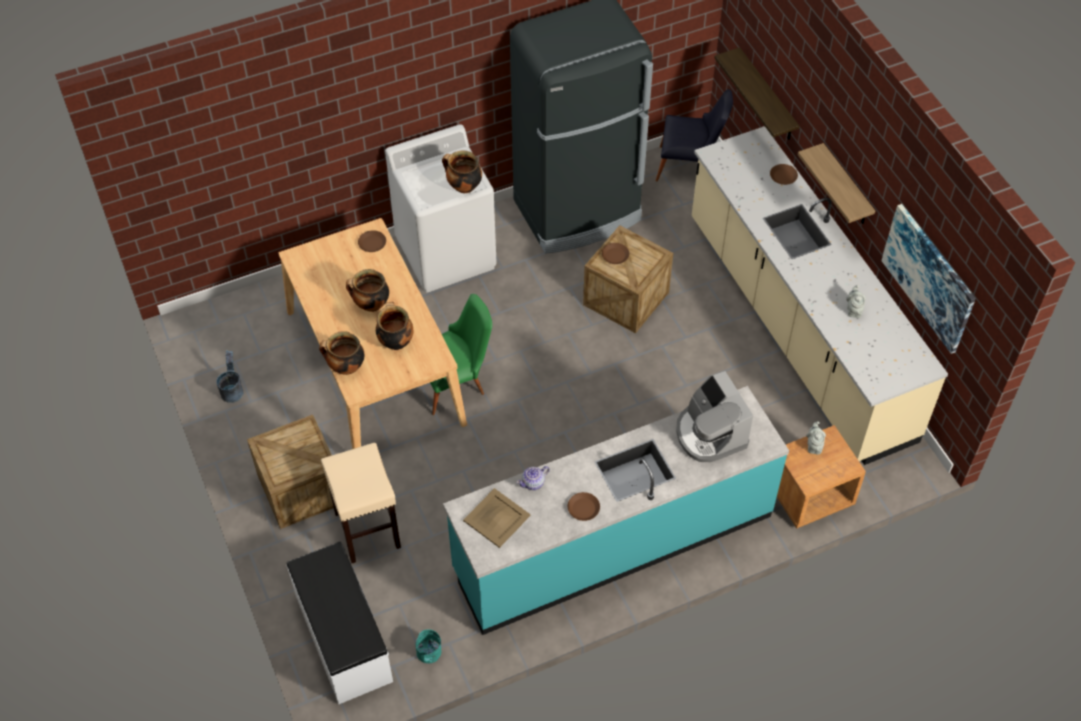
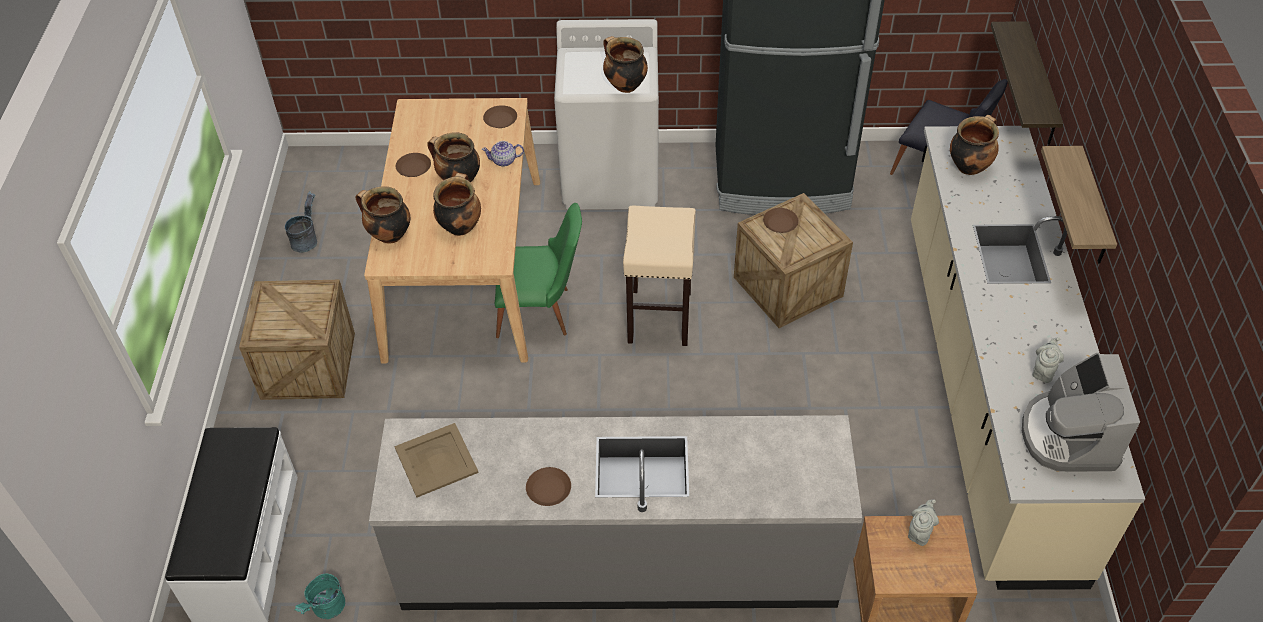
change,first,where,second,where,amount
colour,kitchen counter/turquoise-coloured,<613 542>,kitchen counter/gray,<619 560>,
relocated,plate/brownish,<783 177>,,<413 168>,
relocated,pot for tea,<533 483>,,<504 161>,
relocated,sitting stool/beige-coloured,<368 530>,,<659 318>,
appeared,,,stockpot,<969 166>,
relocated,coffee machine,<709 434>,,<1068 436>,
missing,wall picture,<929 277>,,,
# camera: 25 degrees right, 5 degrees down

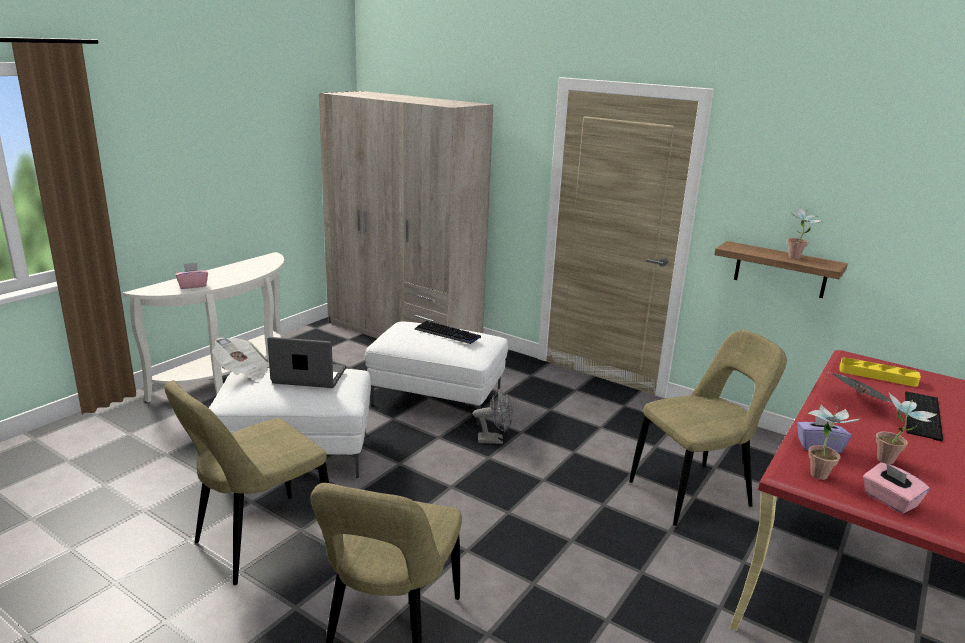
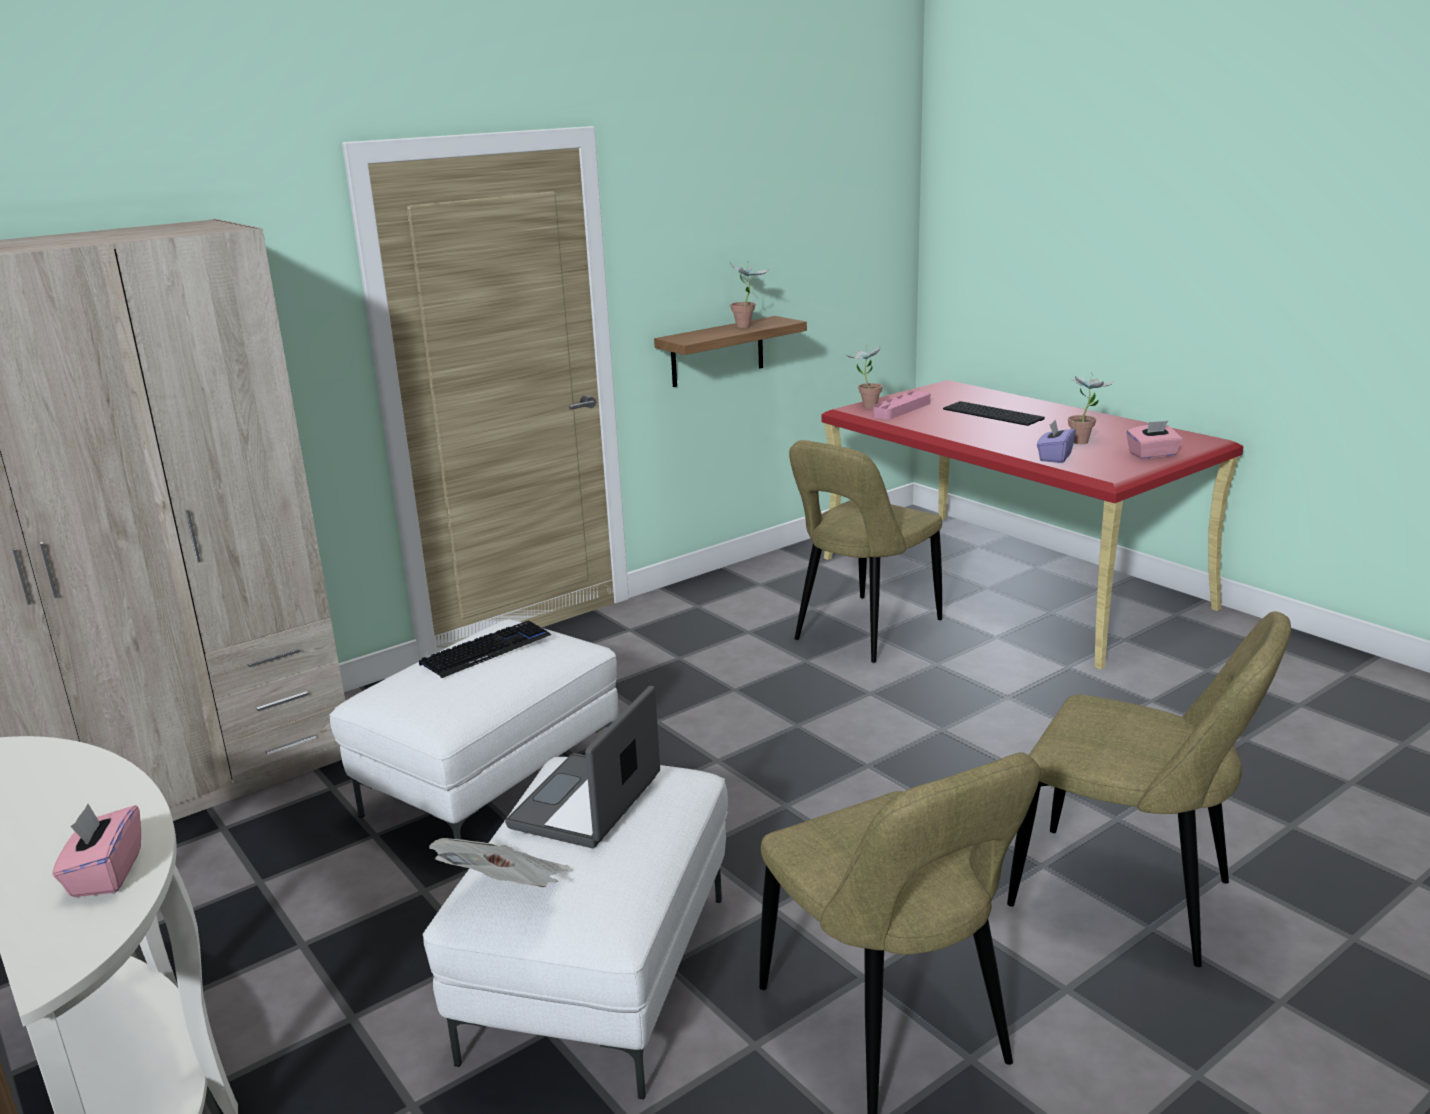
change,first,where,second,where,amount
spun,upright chair/beige-coloured,<695 493>,,<863 632>,135 degrees counterclockwise
relocated,potted plant,<820 472>,,<866 406>,
colour,tray/yellow-coloured,<877 375>,tray/pinkish,<901 409>,
missing,electric fan/gray,<494 440>,,,
missing,newspaper,<859 404>,,,
# camera: 70 degrees left, 0 degrees up

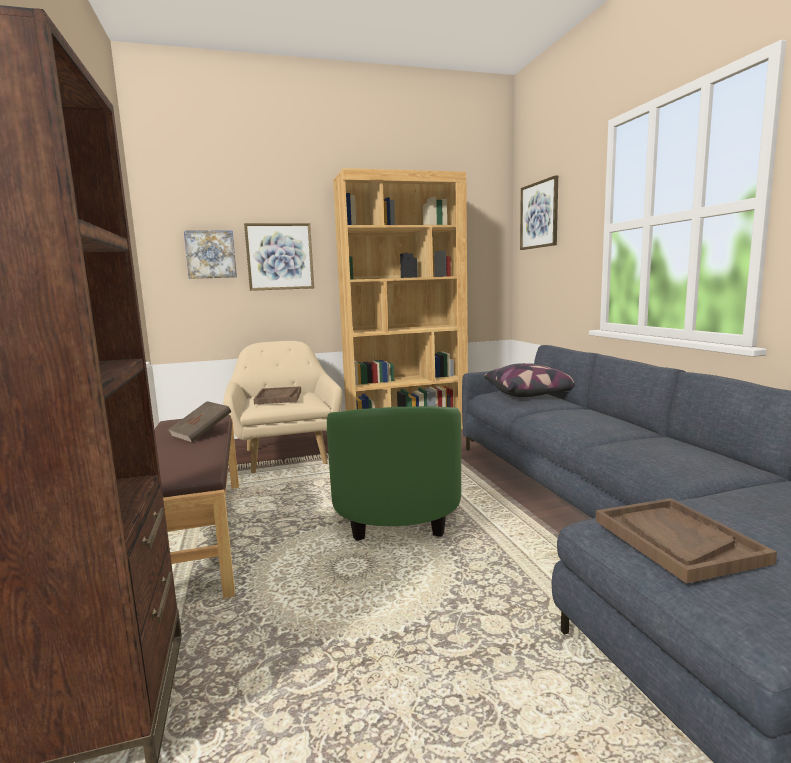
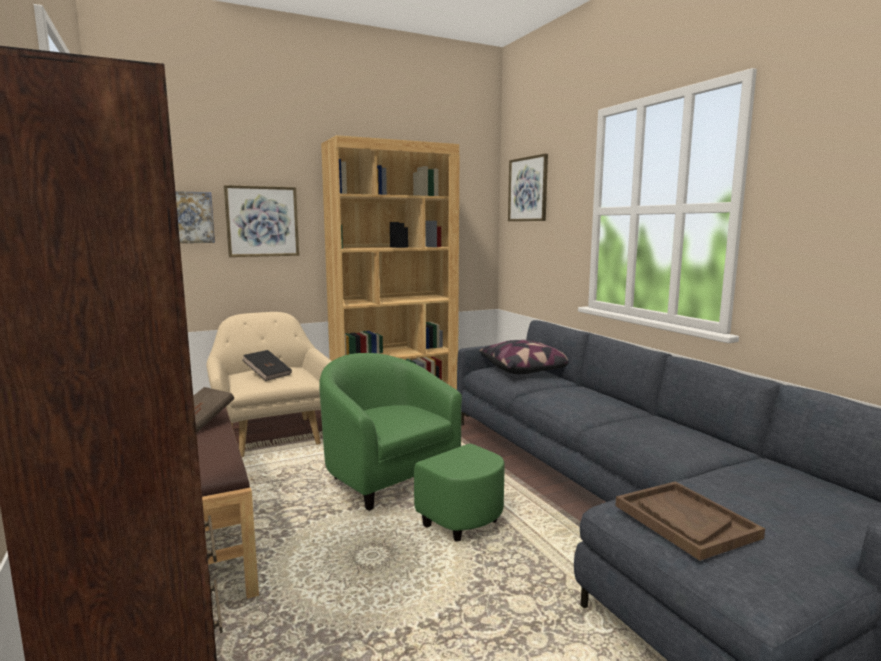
change,first,where,second,where,amount
exchanged,tray/brownish,<279 397>,bound book/black-coloured,<267 375>,
spun,lounge chair/green-coloured,<395 506>,,<402 489>,150 degrees clockwise
# camera: 10 degrees left, 0 degrees up

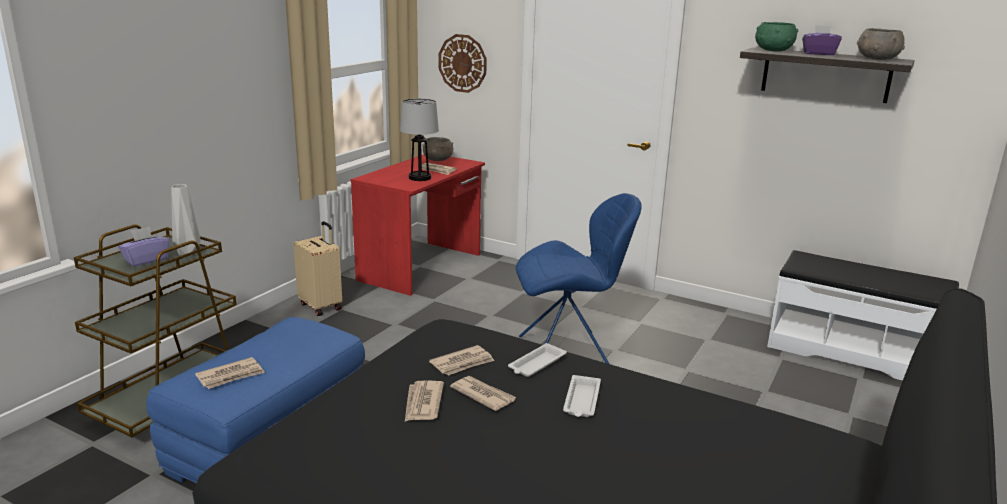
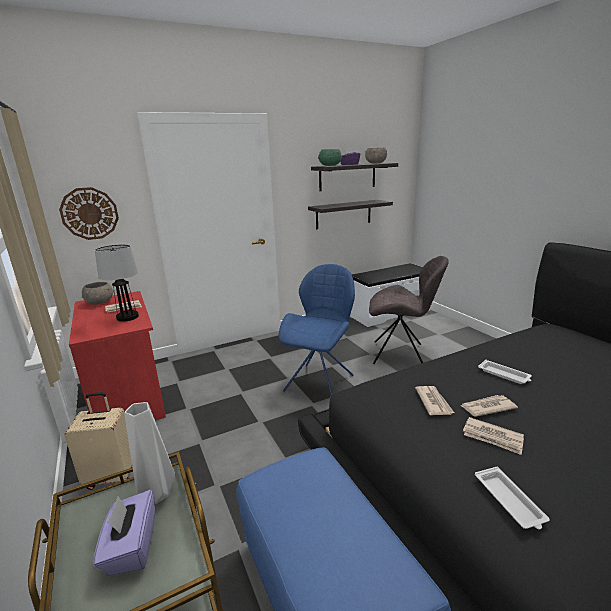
change,first,where,second,where,amount
appeared,,,bracket shelf,<343 214>,
appeared,,,upright chair/gray,<400 354>,
relocated,tray/white-coloured,<536 364>,,<509 501>,
missing,newspaper,<231 376>,,,
# camera: 55 degrees left, 0 degrees up

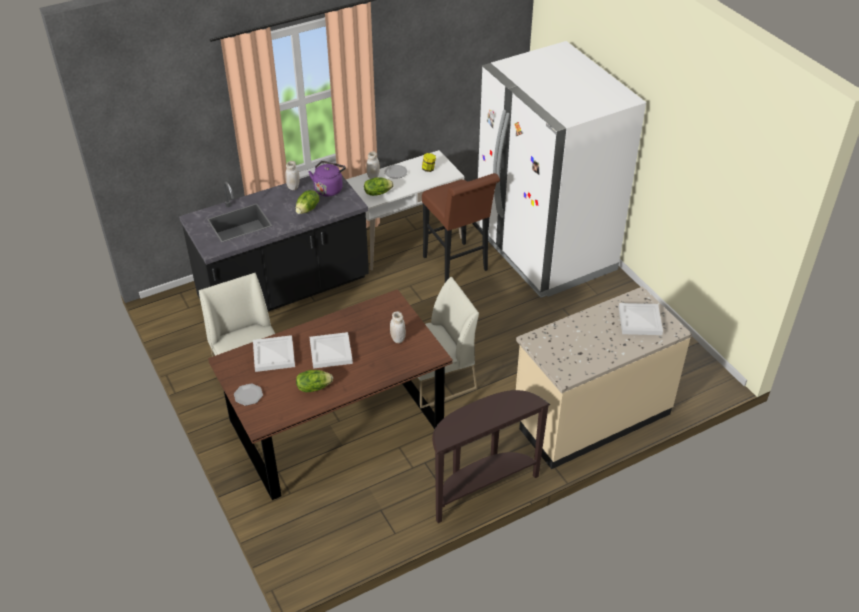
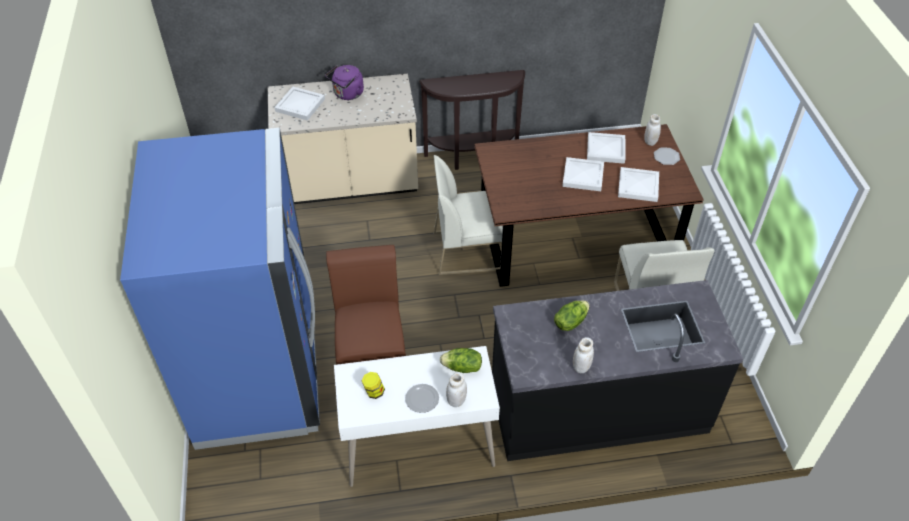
change,first,where,second,where,amount
colour,refrigerator/white-coloured,<544 250>,refrigerator/blue-coloured,<259 373>,
relocated,water kettle/purple-coloured,<329 188>,,<347 94>,
exchanged,head of lettuce,<313 387>,tray/white-coloured,<606 150>,
relocated,jar/white-coloured,<398 339>,,<650 142>,
# camera: 160 degrees left, 5 degrees up

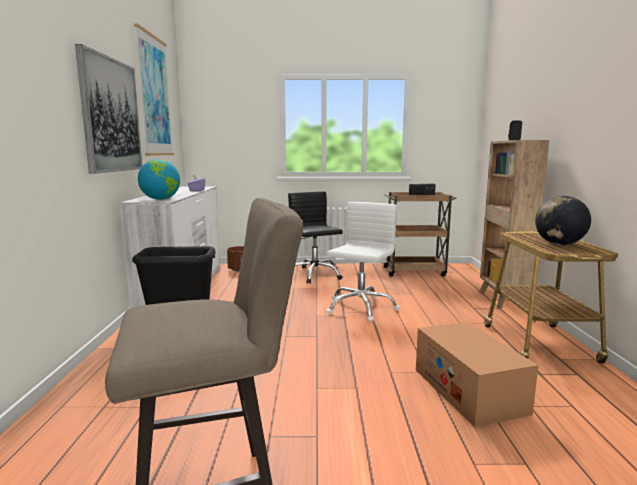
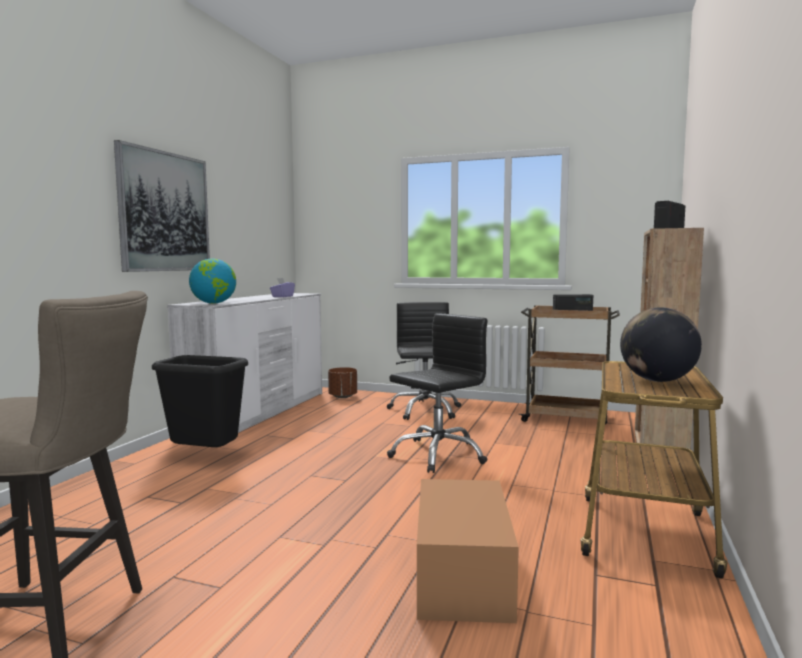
change,first,where,second,where,amount
colour,office chair/white-coloured,<360 307>,office chair/black-coloured,<438 454>,
missing,wall picture,<154 96>,,,
# camera: 20 degrees right, 5 degrees down

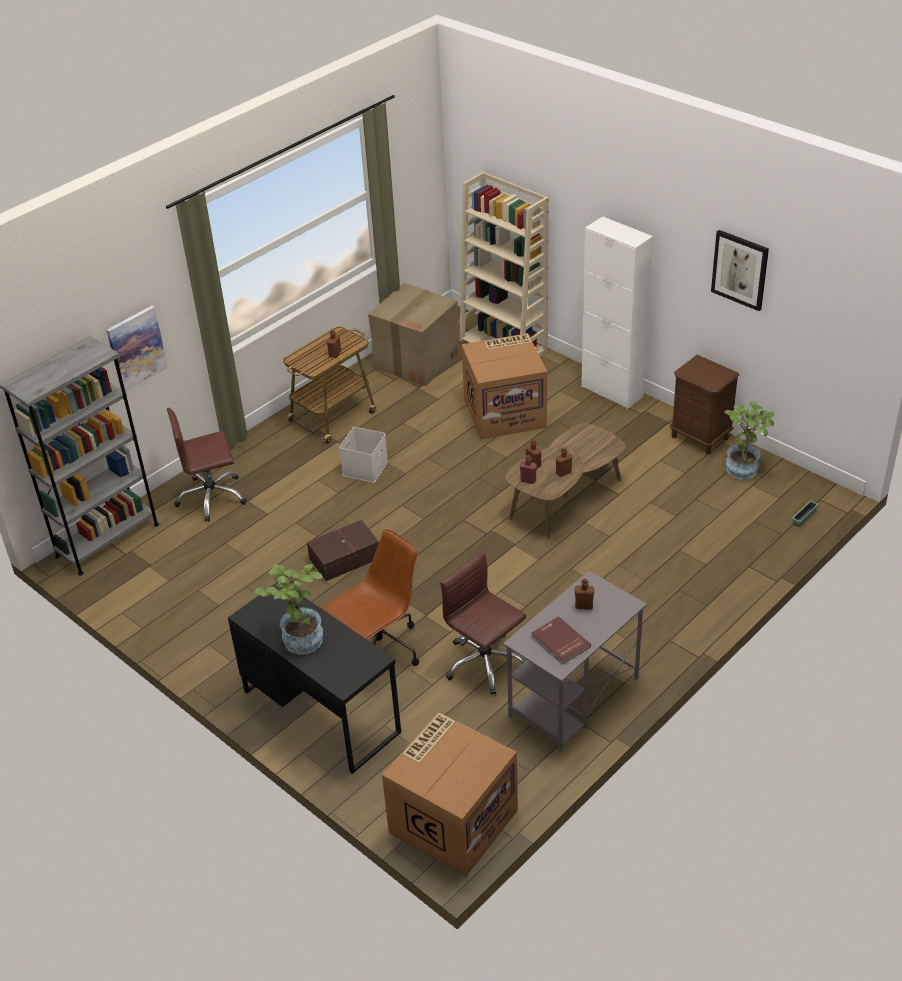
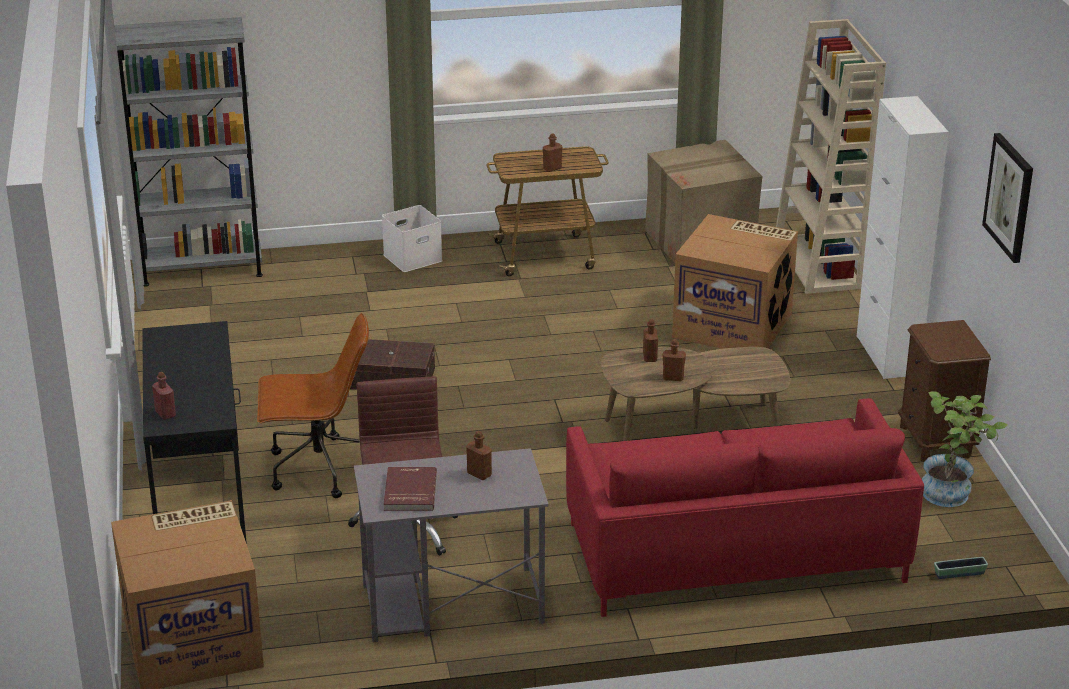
change,first,where,second,where,amount
relocated,bottle/red,<528 480>,,<165 413>,
relocated,storage bin/white-coloured,<364 467>,,<413 257>,
appeared,,,settee/red,<735 552>,
missing,wall picture,<136 348>,,,
missing,office chair/brownish,<211 497>,,,
missing,potted plant,<299 637>,,,
# camera: 35 degrees right, 10 degrees down

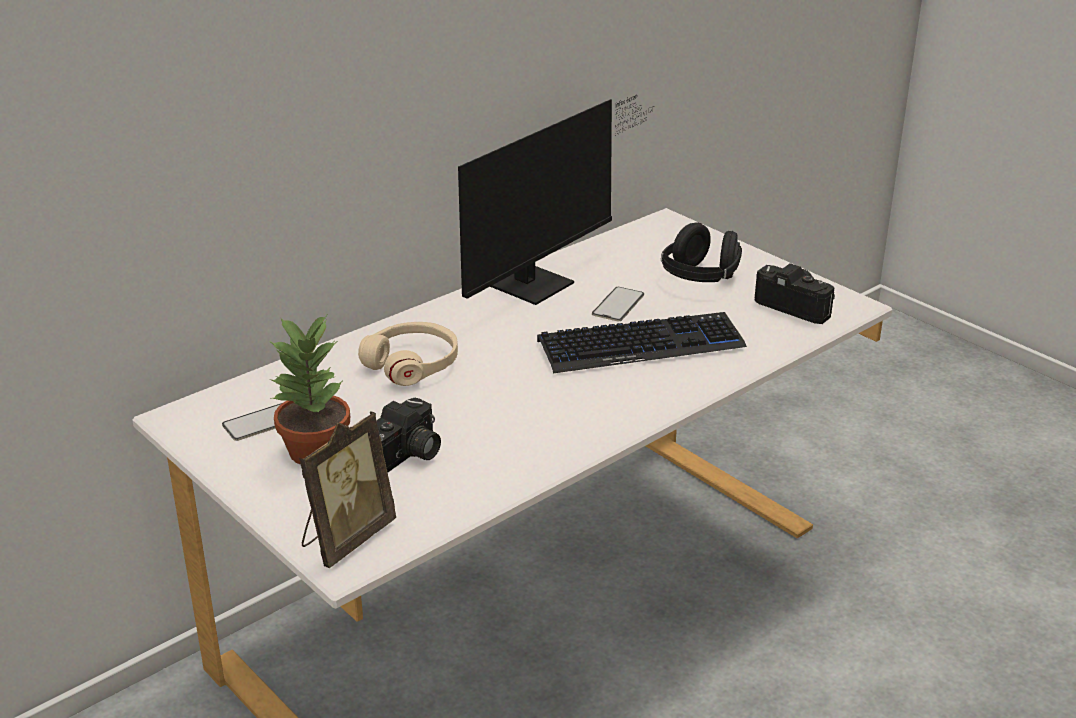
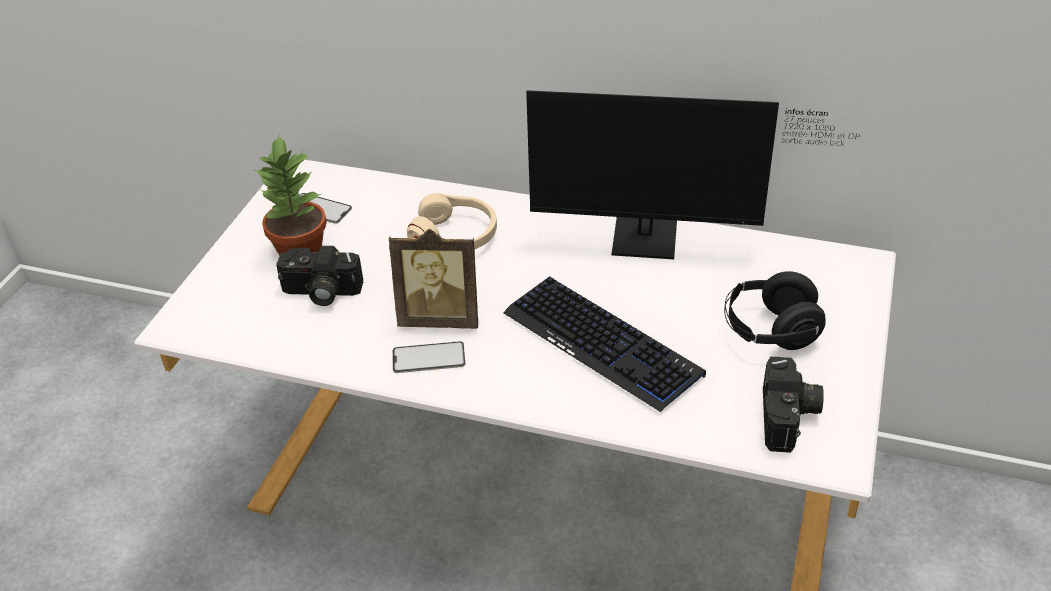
change,first,where,second,where,amount
relocated,photo frame,<346 538>,,<440 318>,
relocated,telephone,<618 304>,,<428 358>,
# camera: 60 degrees right, 10 degrees up

